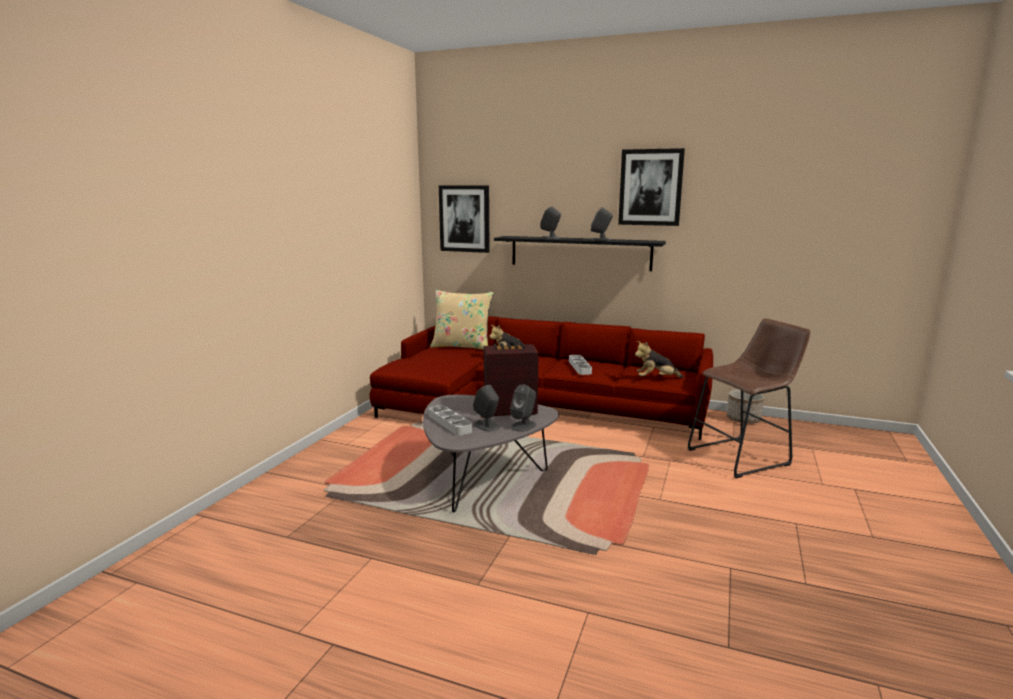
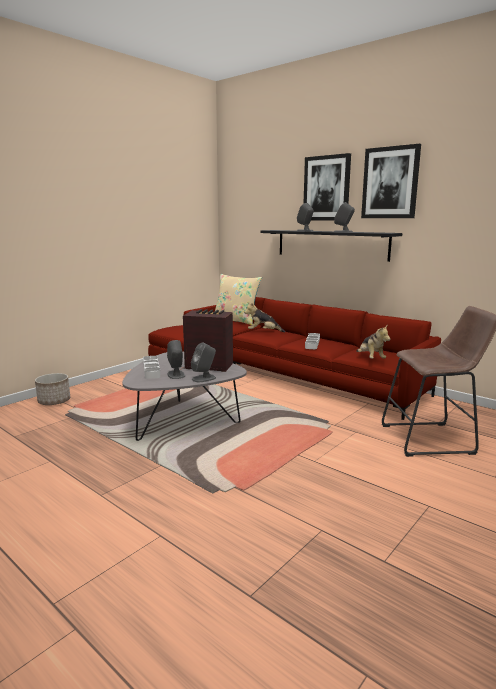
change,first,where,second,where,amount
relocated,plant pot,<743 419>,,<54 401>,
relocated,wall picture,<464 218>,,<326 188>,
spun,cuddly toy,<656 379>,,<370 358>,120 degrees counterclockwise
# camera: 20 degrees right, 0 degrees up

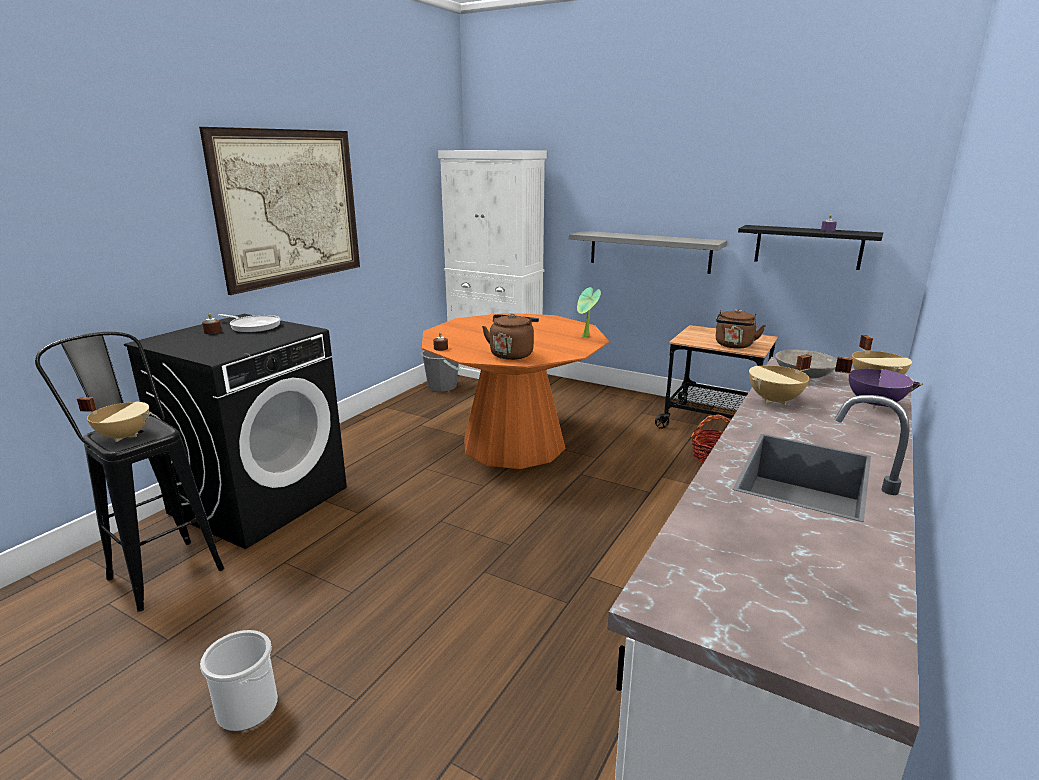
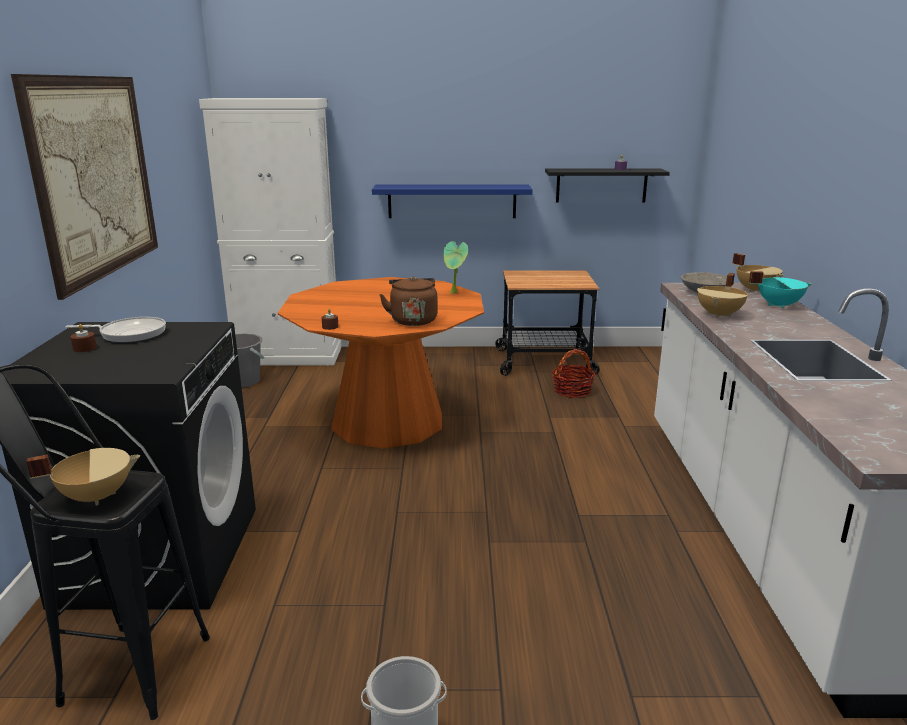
change,first,where,second,where,amount
colour,bracket shelf/gray,<649 251>,bracket shelf/blue-coloured,<452 201>,
colour,stockpot/purple-coloured,<874 403>,stockpot/turquoise-coloured,<778 305>,
missing,water kettle/brownish,<734 346>,,,
# camera: 30 degrees left, 0 degrees up

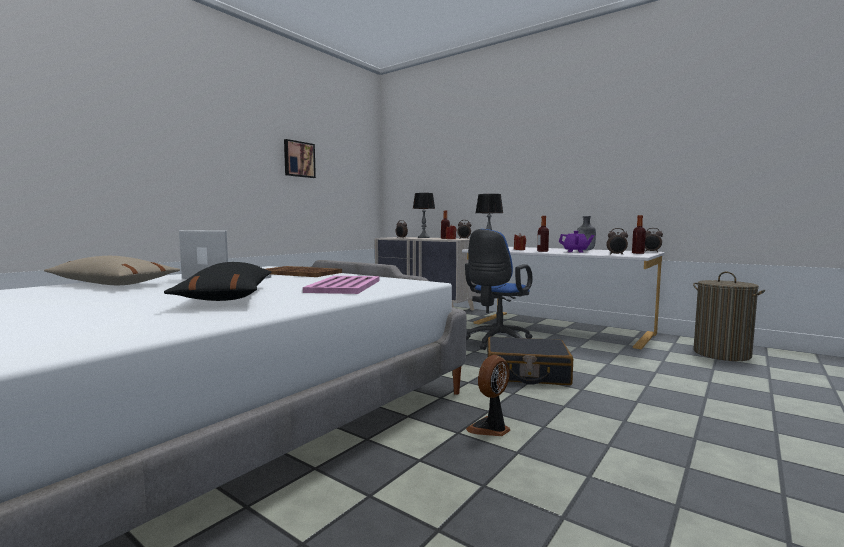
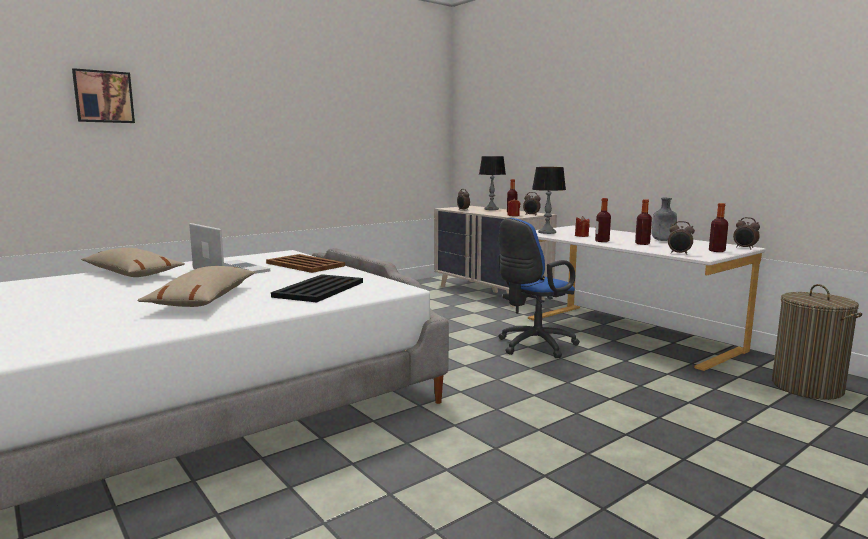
change,first,where,second,where,amount
relocated,wall picture,<298 159>,,<103 97>,
colour,cushion/black-coloured,<228 297>,cushion/beige-coloured,<204 299>,
colour,tray/pinkish,<344 286>,tray/black-coloured,<318 289>,
exchanged,pot for tea/purple-coloured,<575 251>,bottle,<642 244>,
missing,electric fan,<490 429>,,,
missing,piece of luggage/black-coloured,<526 373>,,,
# camera: 15 degrees right, 5 degrees up

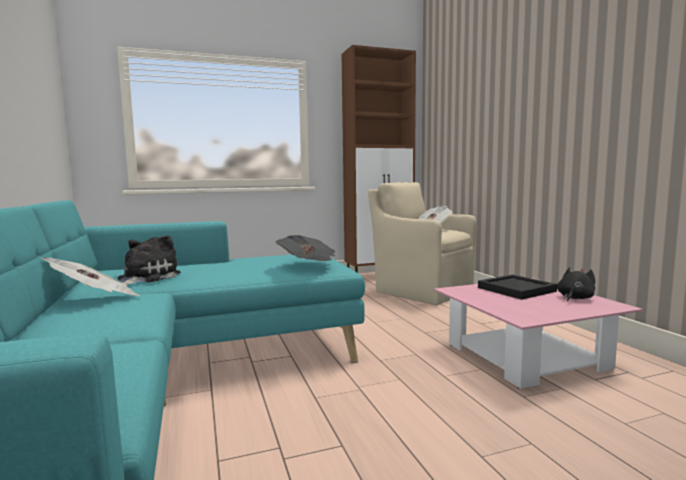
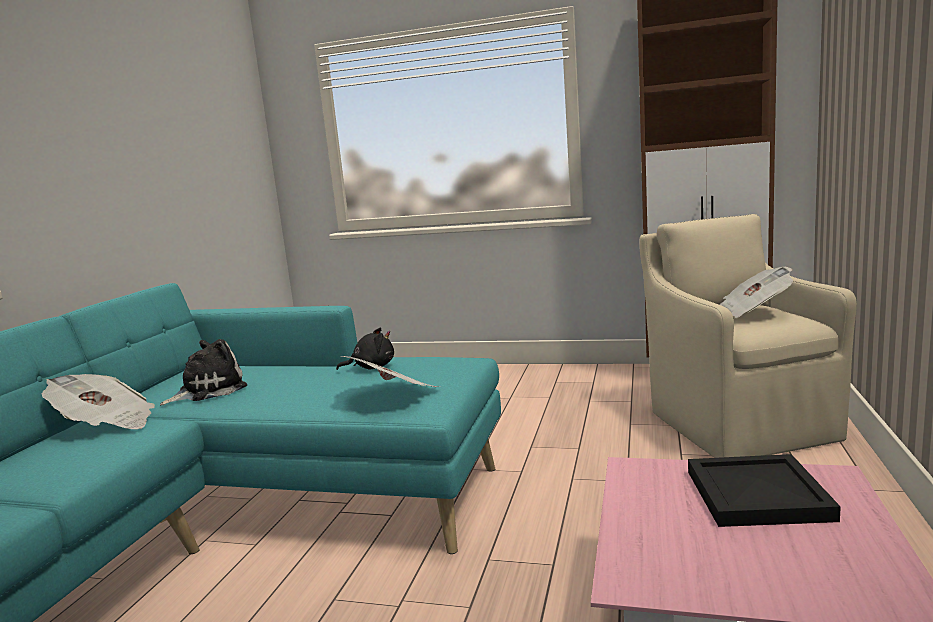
change,first,where,second,where,amount
relocated,cuddly toy/black-coloured,<574 298>,,<371 367>,
# camera: 35 degrees right, 5 degrees up

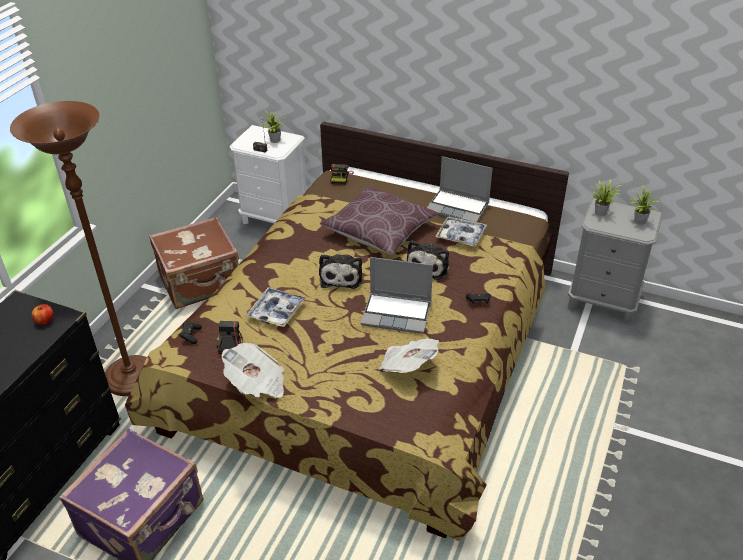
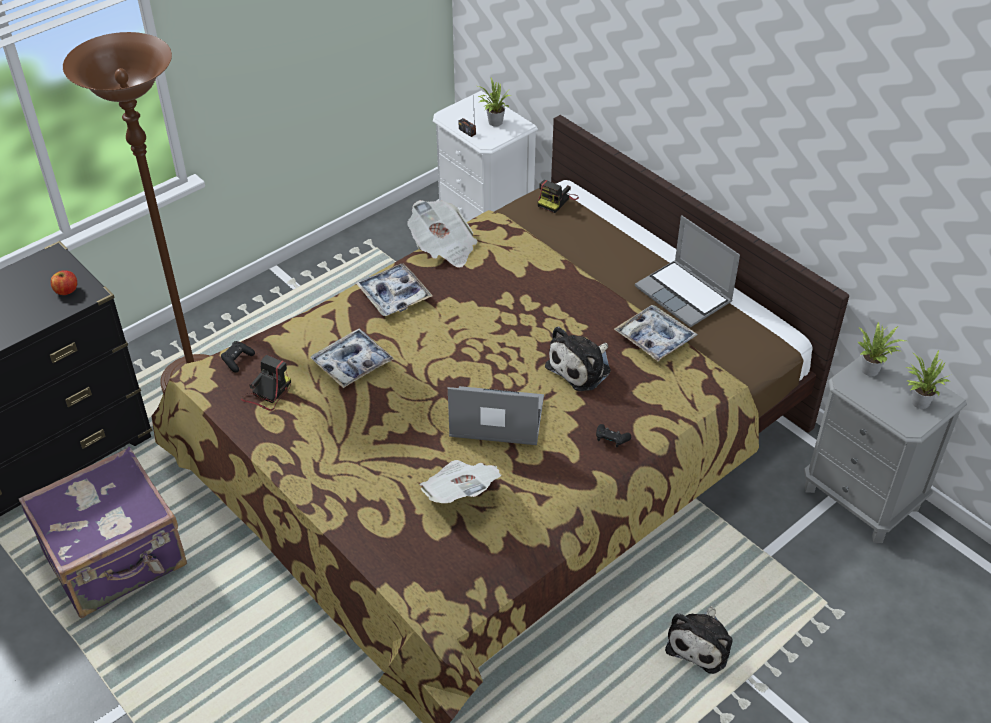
change,first,where,second,where,amount
appeared,,,tray,<394 295>,
relocated,newspaper,<257 383>,,<443 247>,
spun,portable computer,<397 313>,,<495 419>,150 degrees clockwise
relocated,cuddly toy,<341 276>,,<701 643>,
missing,piece of luggage/brownish,<201 283>,,,
missing,cushion/brownish,<379 231>,,,
# camera: 25 degrees right, 5 degrees up

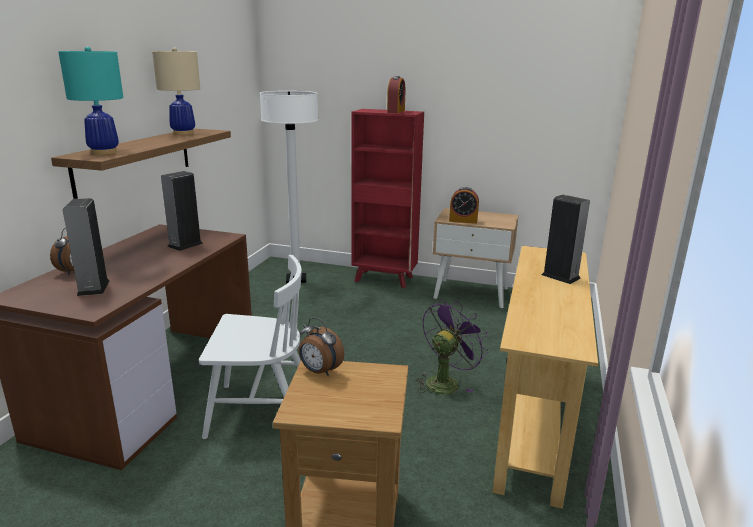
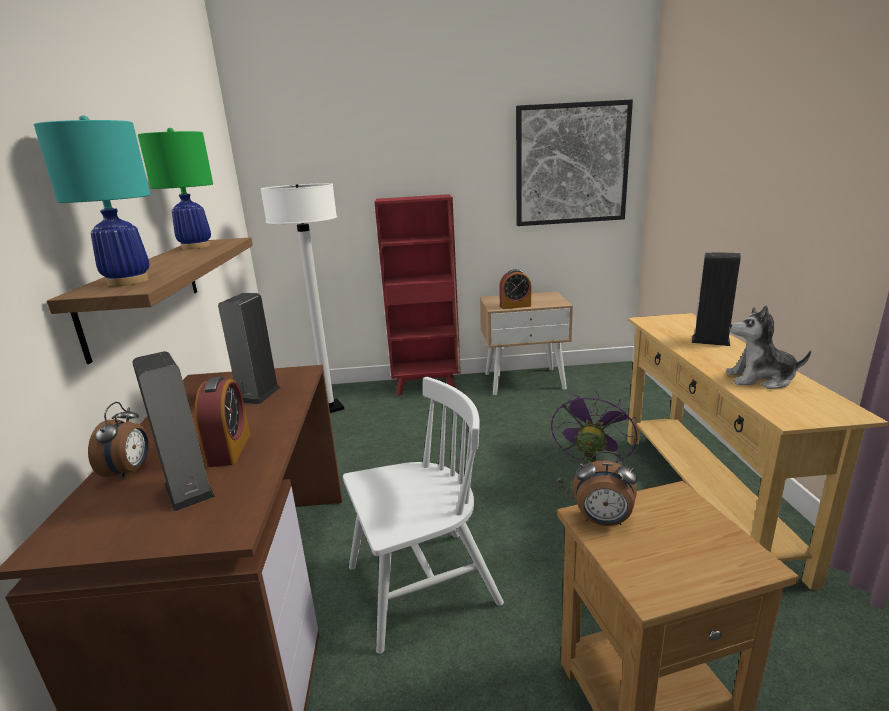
change,first,where,second,where,amount
colour,tabletop lamp/beige-coloured,<183 133>,tabletop lamp/green-coloured,<196 247>,
relocated,alarm clock,<396 111>,,<229 449>,
appeared,,,wall picture,<571 164>,
appeared,,,cuddly toy,<760 379>,
# camera: 20 degrees left, 0 degrees up

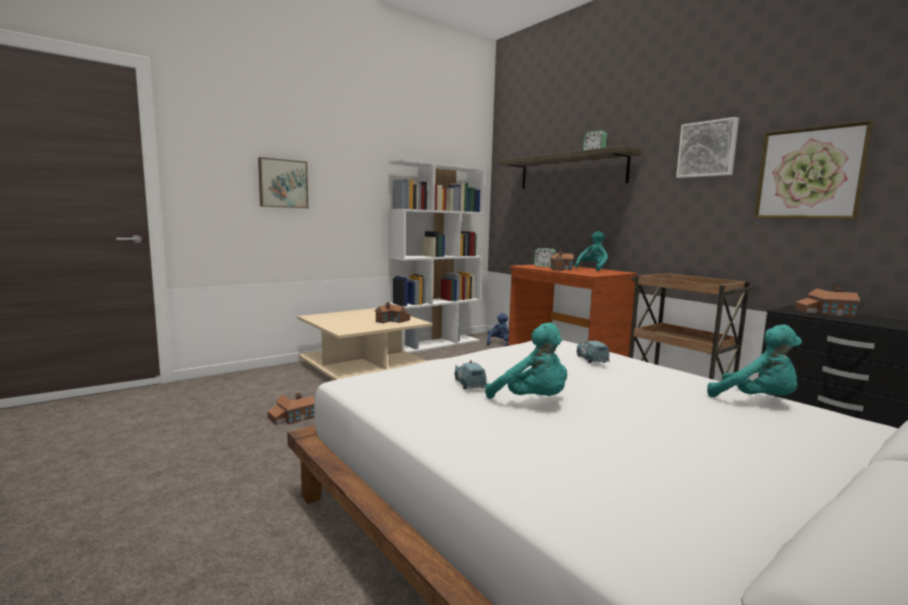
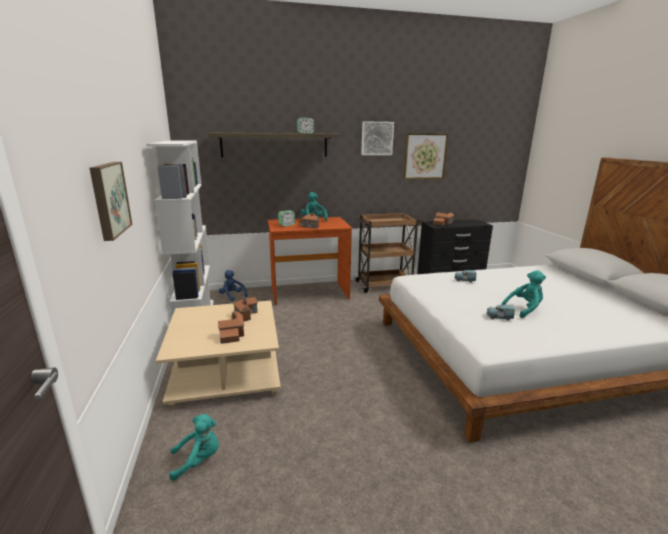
change,first,where,second,where,amount
relocated,cuddly toy/turquoise-coloured,<756 400>,,<198 460>,
relocated,model house,<291 418>,,<232 334>,
# camera: 65 degrees left, 10 degrees up

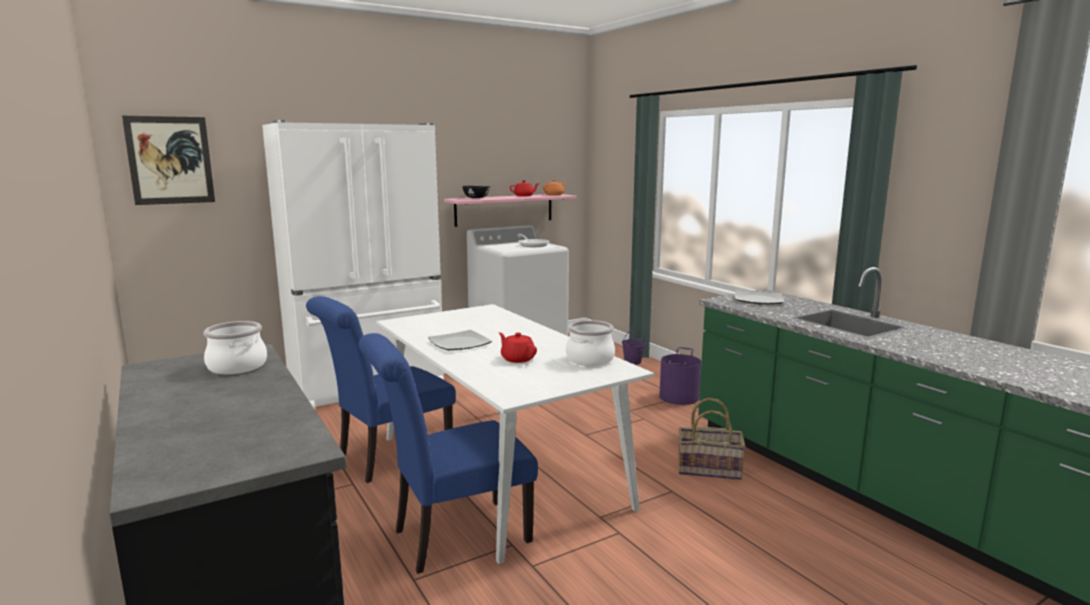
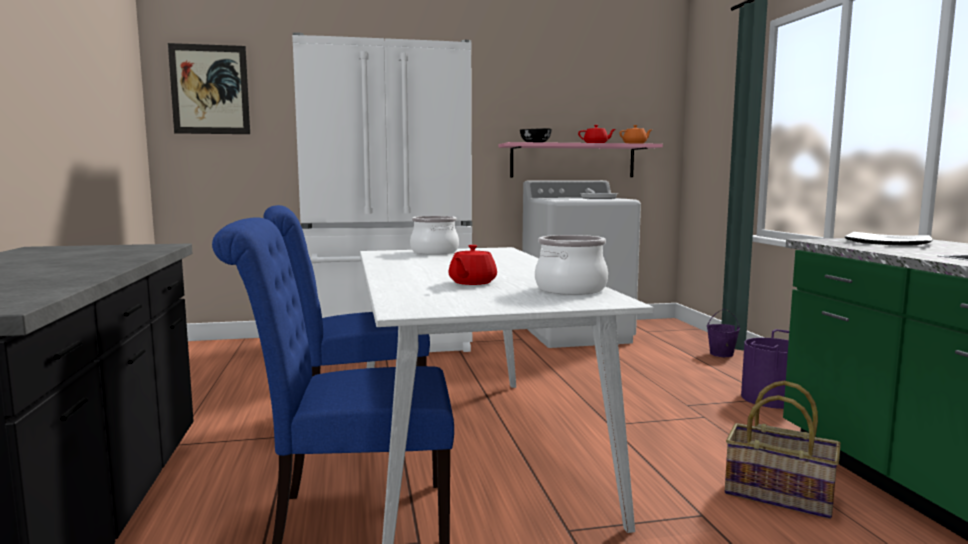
change,first,where,second,where,amount
relocated,stockpot,<238 366>,,<435 252>,
spun,pot for tea/red,<517 359>,,<472 283>,135 degrees counterclockwise
missing,plate,<460 343>,,,
# camera: 20 degrees right, 5 degrees down

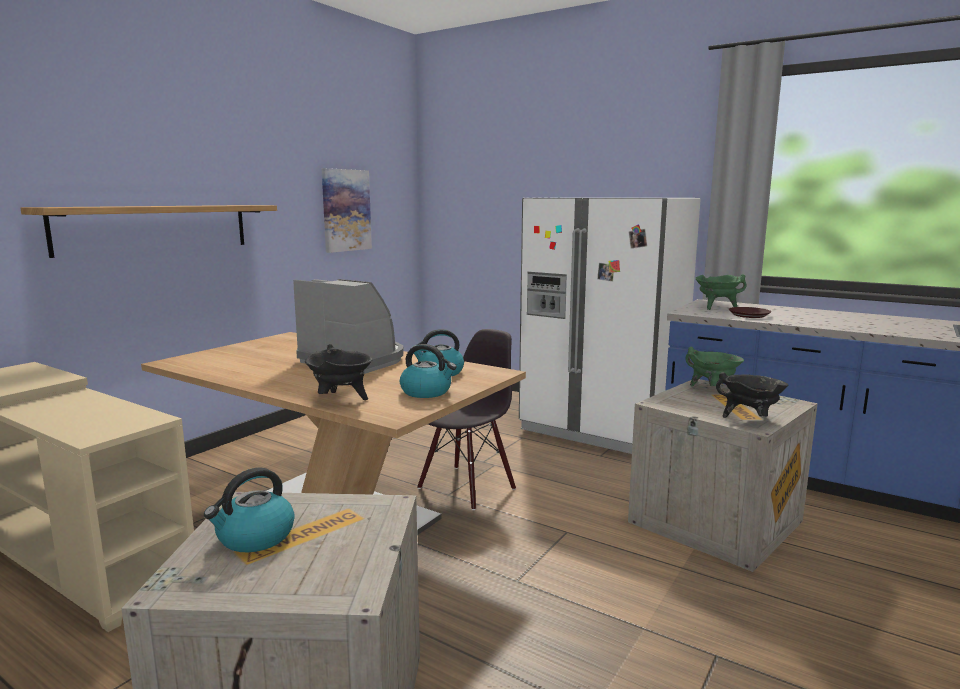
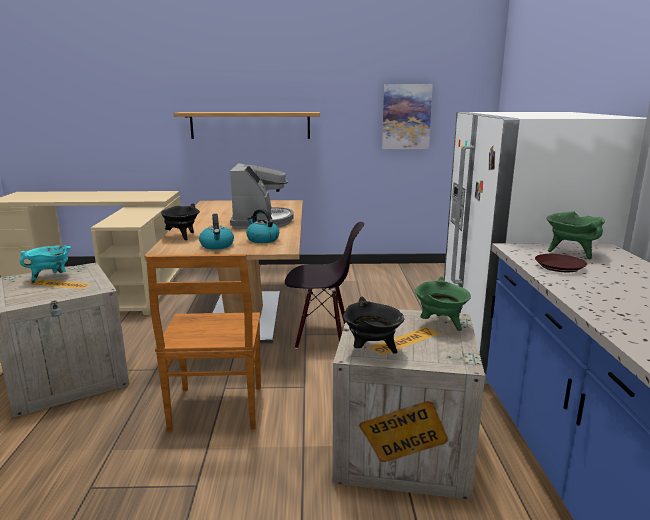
change,first,where,second,where,amount
exchanged,water kettle,<255 537>,stockpot/turquoise-coloured,<51 278>,
appeared,,,upright chair/brownish,<216 410>,
# camera: 55 degrees right, 5 degrees up

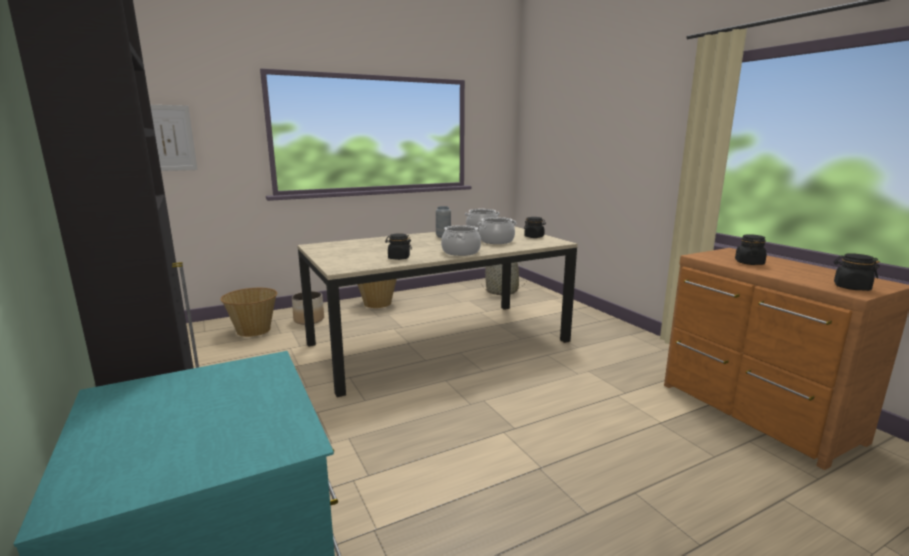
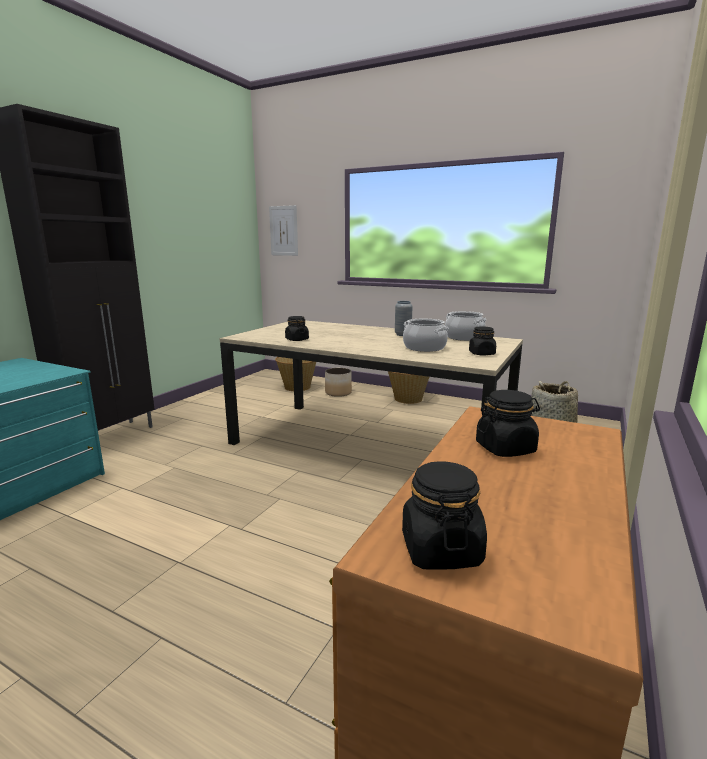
change,first,where,second,where,amount
missing,stockpot,<460 252>,,,
# camera: 55 degrees right, 0 degrees up

